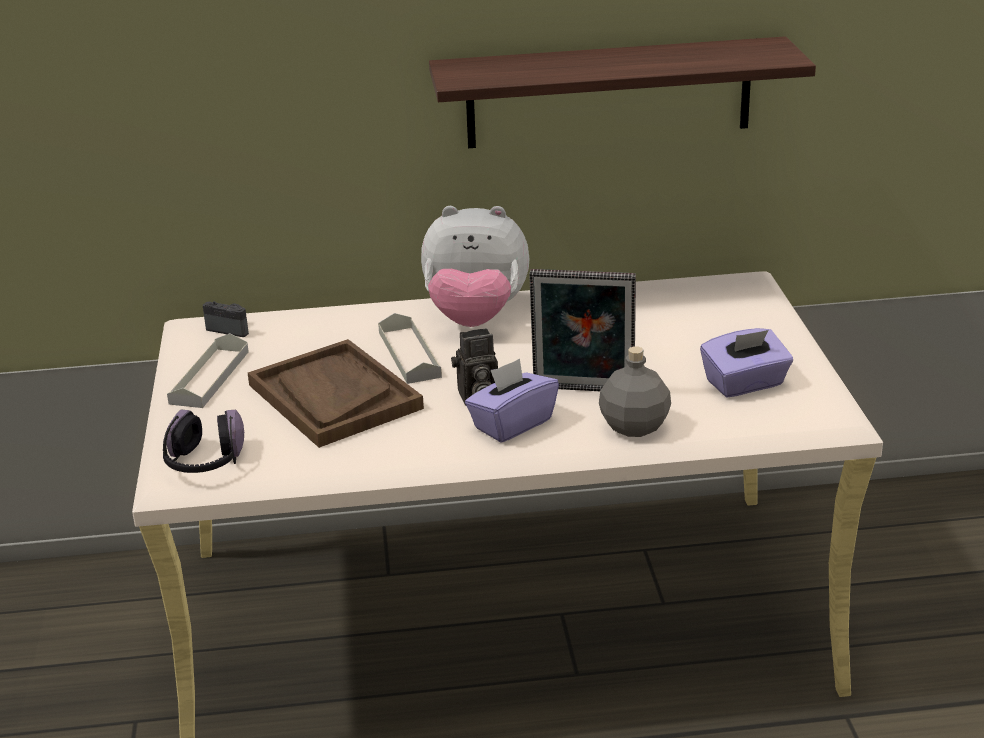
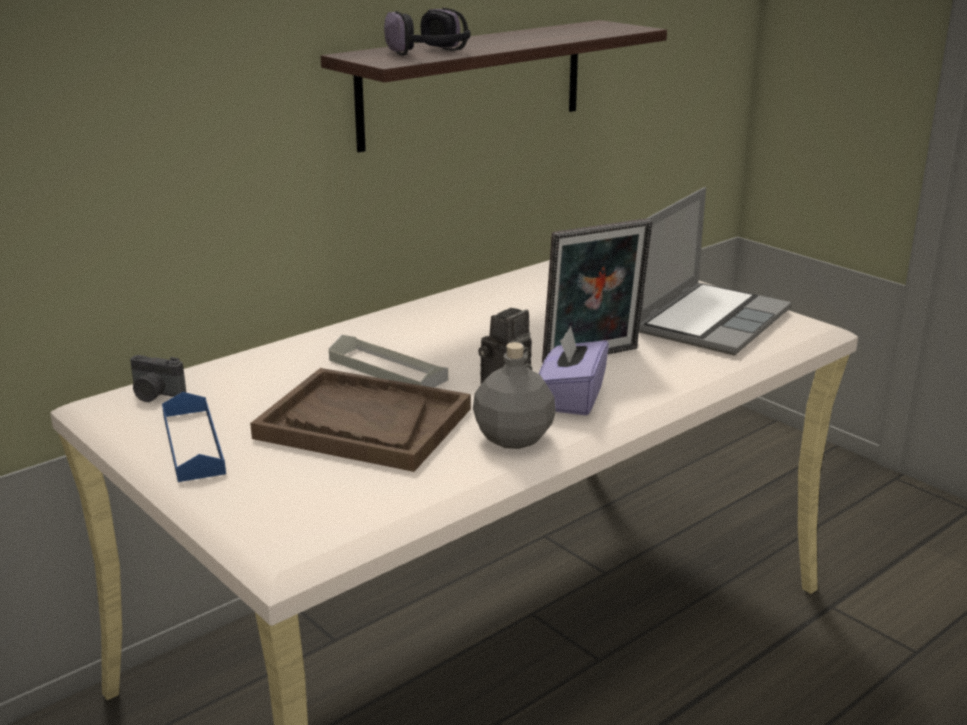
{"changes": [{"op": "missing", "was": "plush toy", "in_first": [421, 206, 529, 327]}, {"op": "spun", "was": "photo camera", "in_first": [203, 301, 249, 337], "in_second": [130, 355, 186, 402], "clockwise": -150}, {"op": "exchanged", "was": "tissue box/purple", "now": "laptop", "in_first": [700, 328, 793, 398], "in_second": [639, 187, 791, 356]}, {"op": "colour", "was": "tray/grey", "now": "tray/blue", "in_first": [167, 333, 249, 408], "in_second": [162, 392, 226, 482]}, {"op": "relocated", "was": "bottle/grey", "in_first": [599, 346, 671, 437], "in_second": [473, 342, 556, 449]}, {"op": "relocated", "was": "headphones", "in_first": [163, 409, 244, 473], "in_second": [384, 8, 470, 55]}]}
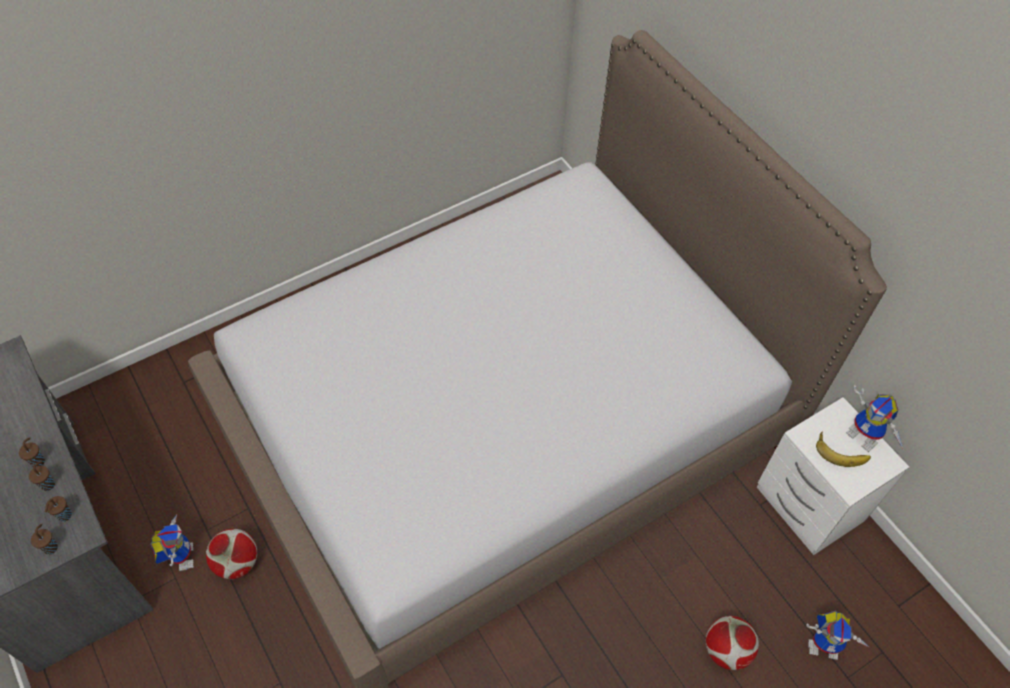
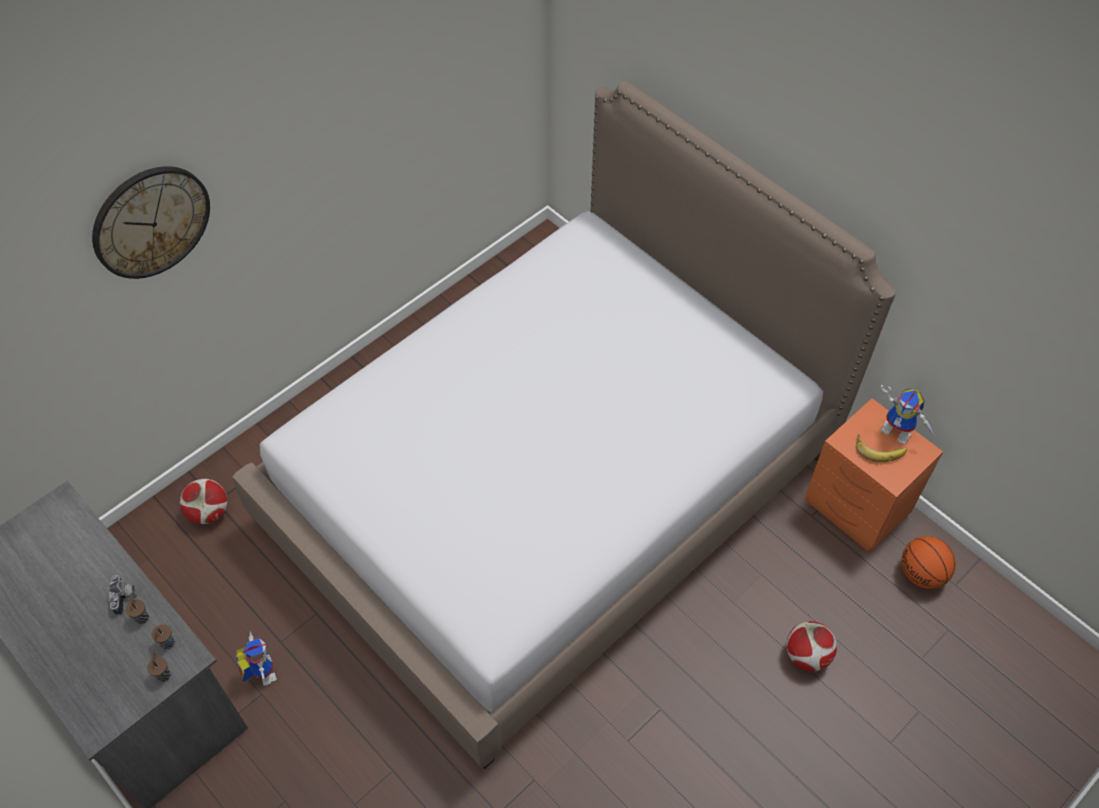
{"changes": [{"op": "colour", "was": "nightstand/white", "now": "nightstand/orange", "in_first": [757, 397, 909, 555], "in_second": [805, 398, 943, 553]}, {"op": "exchanged", "was": "cup/brown", "now": "photo camera", "in_first": [19, 437, 45, 467], "in_second": [108, 575, 135, 616]}, {"op": "relocated", "was": "football", "in_first": [206, 529, 257, 579], "in_second": [180, 479, 227, 524]}, {"op": "missing", "was": "toy robot", "in_first": [806, 611, 870, 660]}, {"op": "appeared", "now": "wall clock", "in_second": [92, 166, 210, 279]}, {"op": "appeared", "now": "basketball", "in_second": [901, 536, 956, 589]}]}
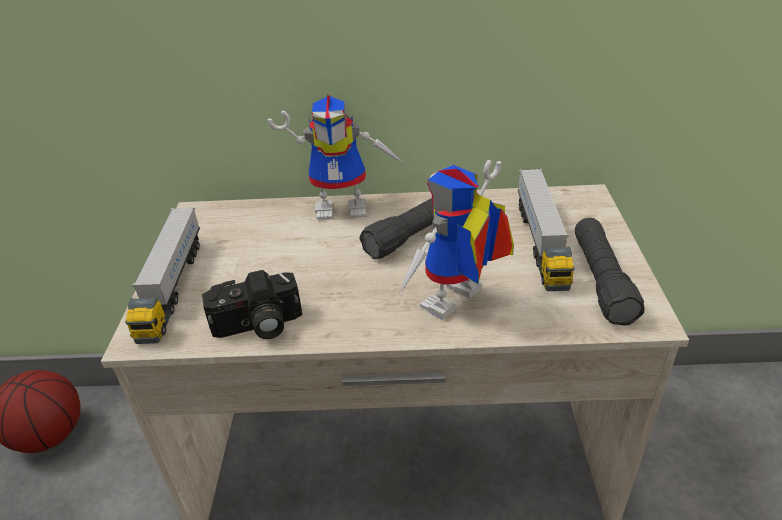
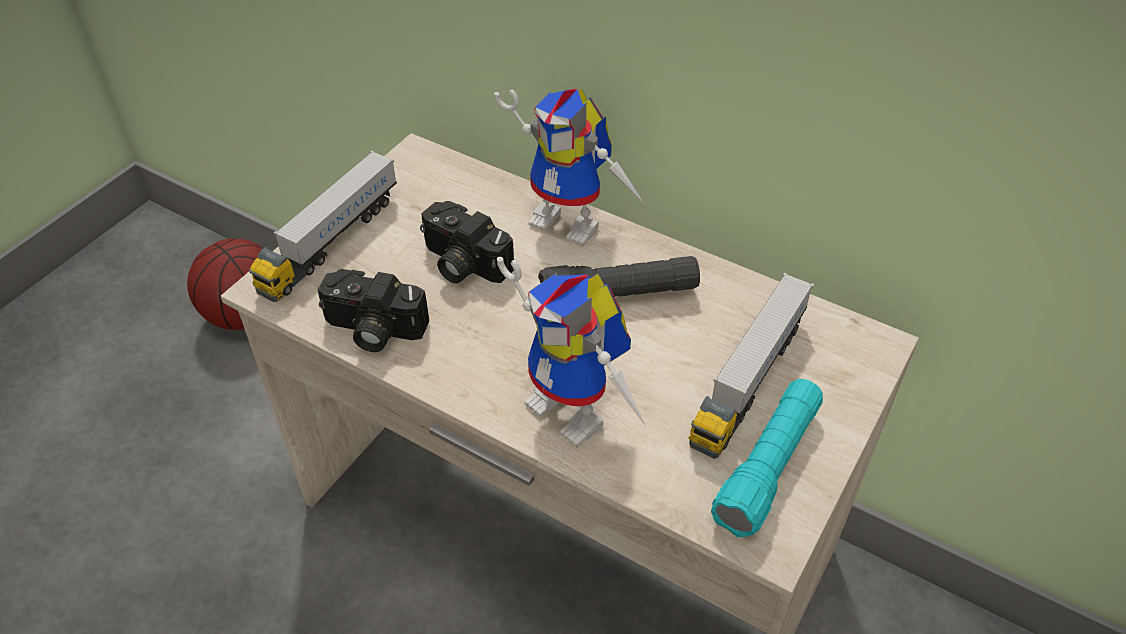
{"changes": [{"op": "spun", "was": "toy robot", "in_first": [398, 160, 514, 320], "in_second": [497, 257, 646, 447], "clockwise": -120}, {"op": "colour", "was": "flashlight/black", "now": "flashlight/turquoise", "in_first": [575, 218, 644, 325], "in_second": [711, 379, 823, 537]}, {"op": "appeared", "now": "photo camera", "in_second": [420, 201, 514, 283]}]}
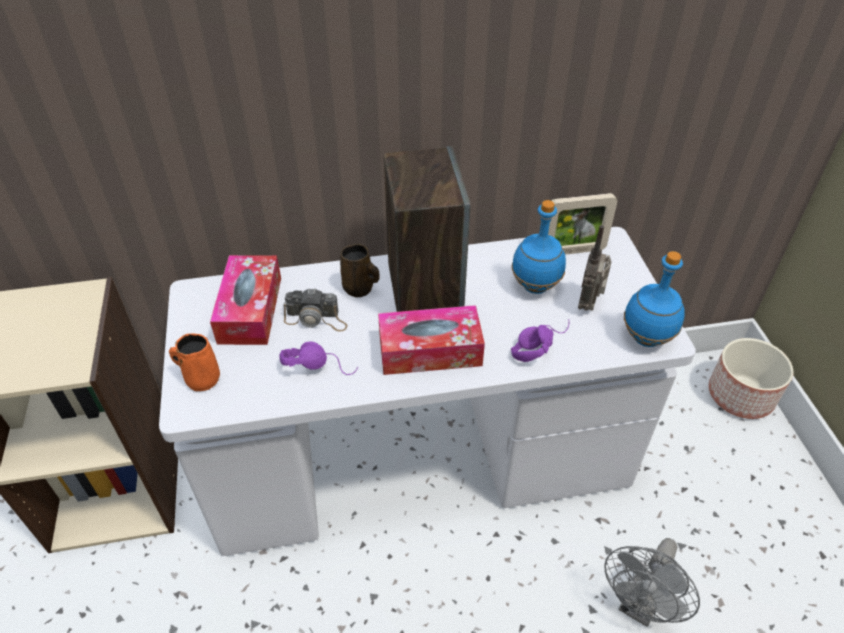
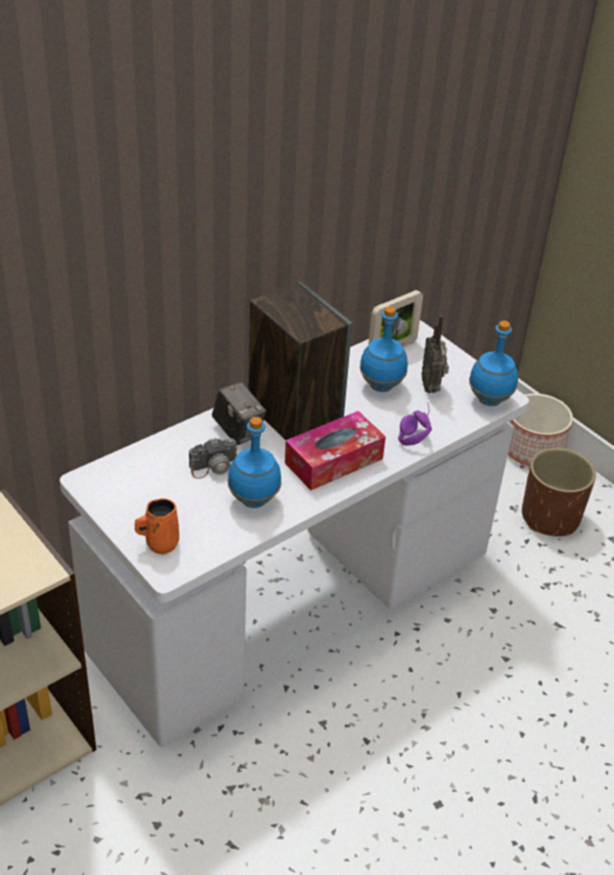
{"changes": [{"op": "exchanged", "was": "mug/brown", "now": "photo camera", "in_first": [340, 244, 380, 297], "in_second": [212, 381, 266, 445]}, {"op": "missing", "was": "tissue box", "in_first": [210, 255, 281, 345]}, {"op": "exchanged", "was": "headphones/purple", "now": "bottle/blue", "in_first": [279, 341, 358, 375], "in_second": [228, 417, 281, 508]}, {"op": "missing", "was": "fan/grey", "in_first": [604, 538, 700, 627]}, {"op": "appeared", "now": "planter/brown", "in_second": [522, 448, 596, 536]}]}
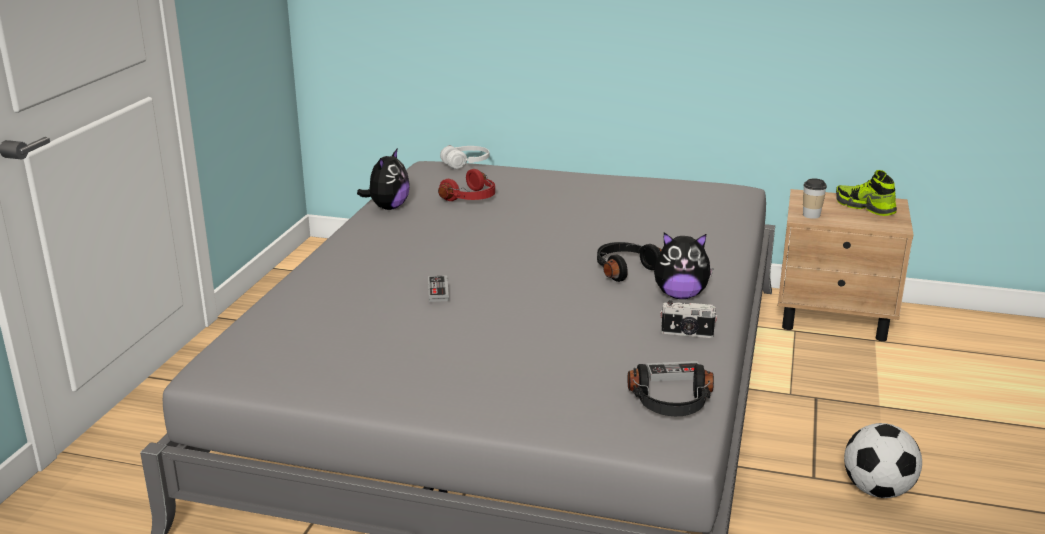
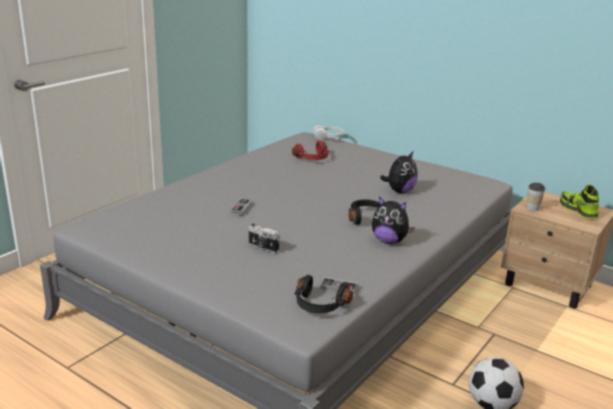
{"changes": [{"op": "relocated", "was": "plush toy", "in_first": [357, 149, 410, 210], "in_second": [380, 152, 418, 193]}, {"op": "relocated", "was": "photo camera", "in_first": [660, 300, 718, 338], "in_second": [249, 224, 280, 253]}]}
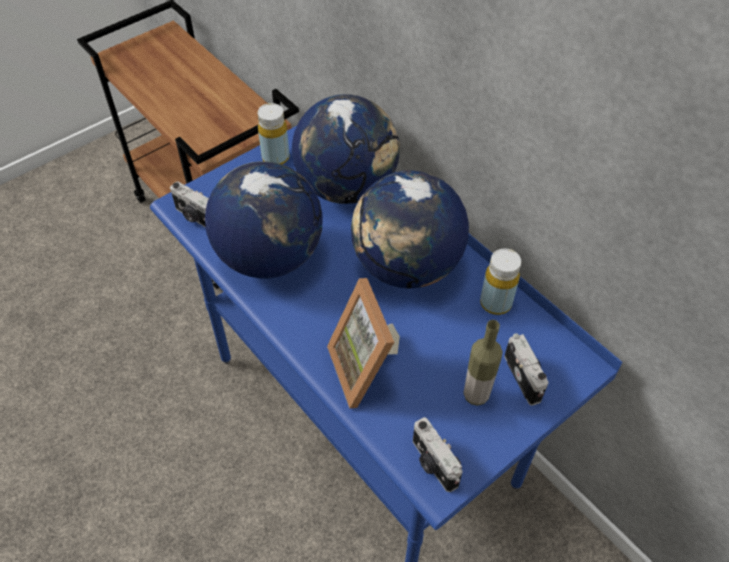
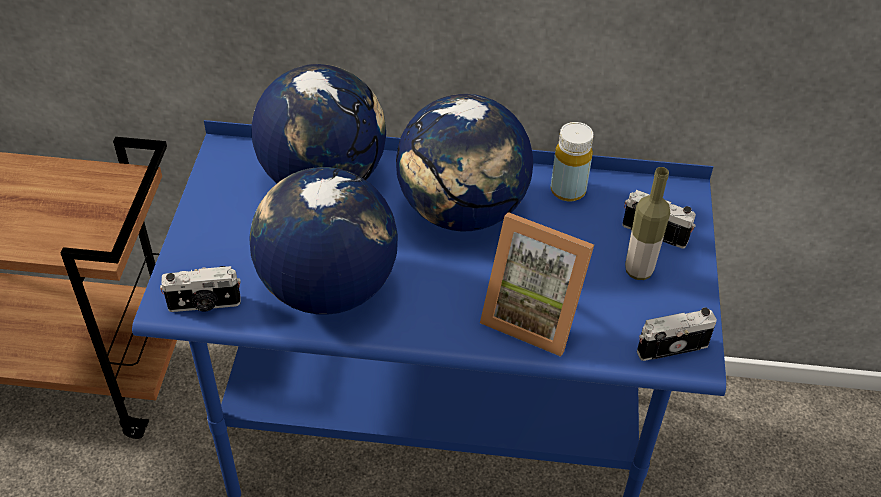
{"changes": [{"op": "missing", "was": "bottle/yellow", "in_first": [258, 103, 290, 165]}, {"op": "spun", "was": "photo camera", "in_first": [413, 417, 463, 492], "in_second": [637, 307, 717, 361], "clockwise": 150}]}
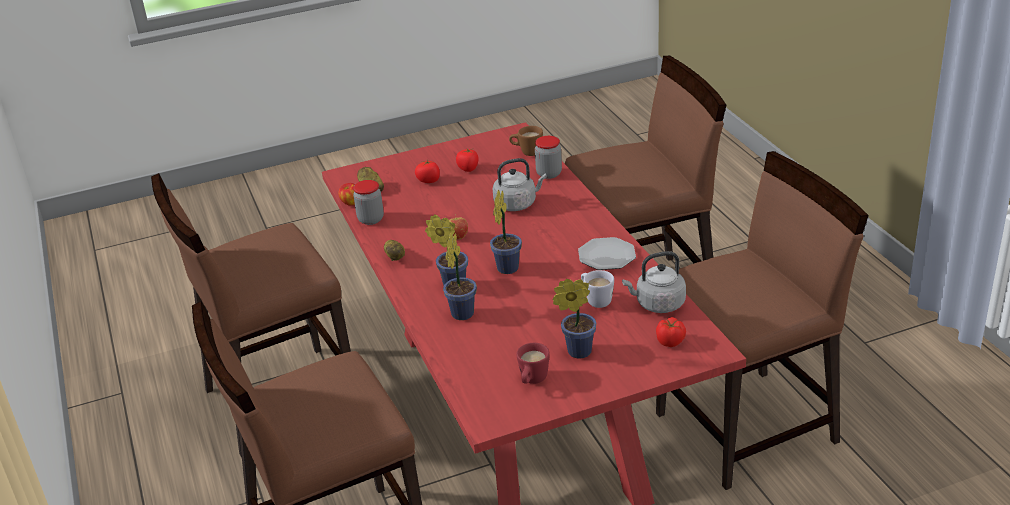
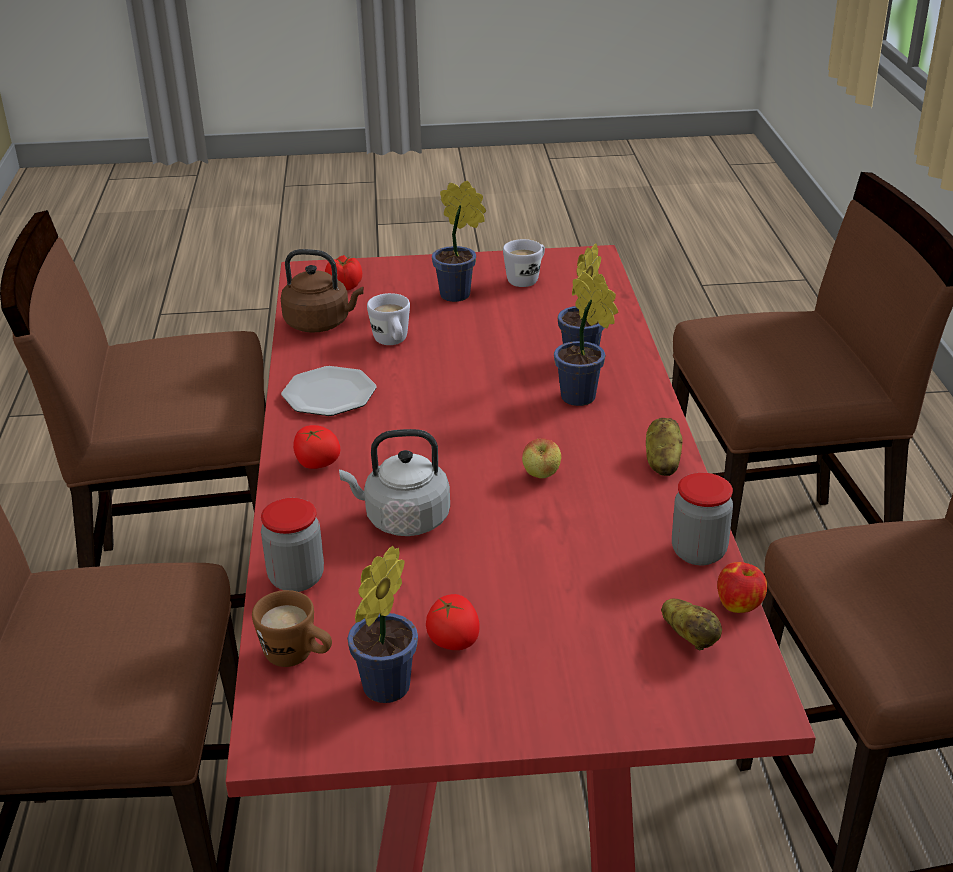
{"changes": [{"op": "relocated", "was": "tomato", "in_first": [415, 159, 440, 183], "in_second": [293, 425, 340, 469]}, {"op": "relocated", "was": "potted plant", "in_first": [490, 190, 522, 274], "in_second": [347, 546, 418, 703]}, {"op": "colour", "was": "kettle/grey", "now": "kettle/brown", "in_first": [622, 251, 686, 313], "in_second": [281, 249, 363, 333]}, {"op": "colour", "was": "mug/red", "now": "mug/white", "in_first": [516, 343, 550, 384], "in_second": [503, 239, 545, 287]}]}
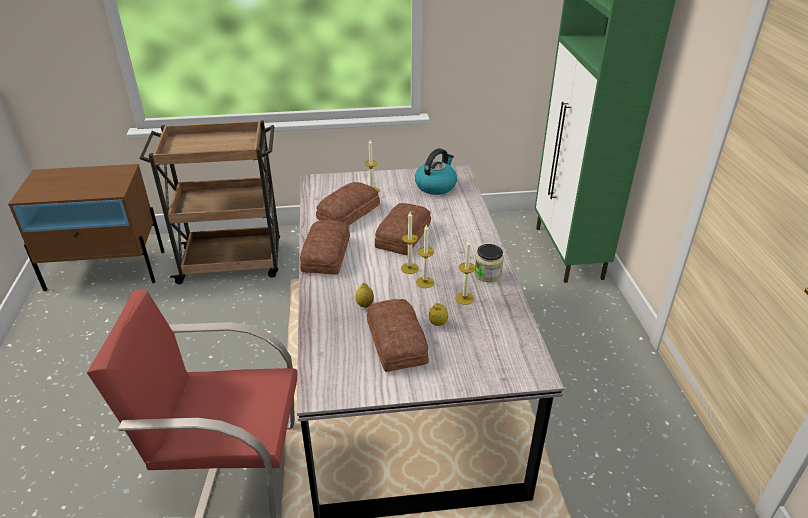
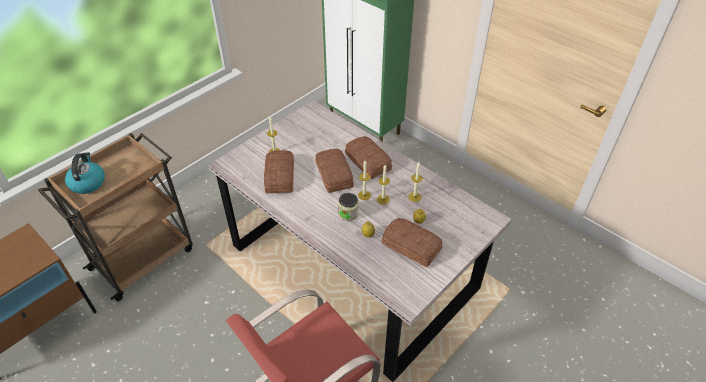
{"changes": [{"op": "relocated", "was": "kettle", "in_first": [415, 148, 457, 195], "in_second": [65, 152, 105, 194]}, {"op": "relocated", "was": "bread", "in_first": [300, 220, 350, 275], "in_second": [345, 136, 392, 179]}, {"op": "relocated", "was": "jar", "in_first": [474, 244, 504, 282], "in_second": [338, 193, 359, 221]}]}
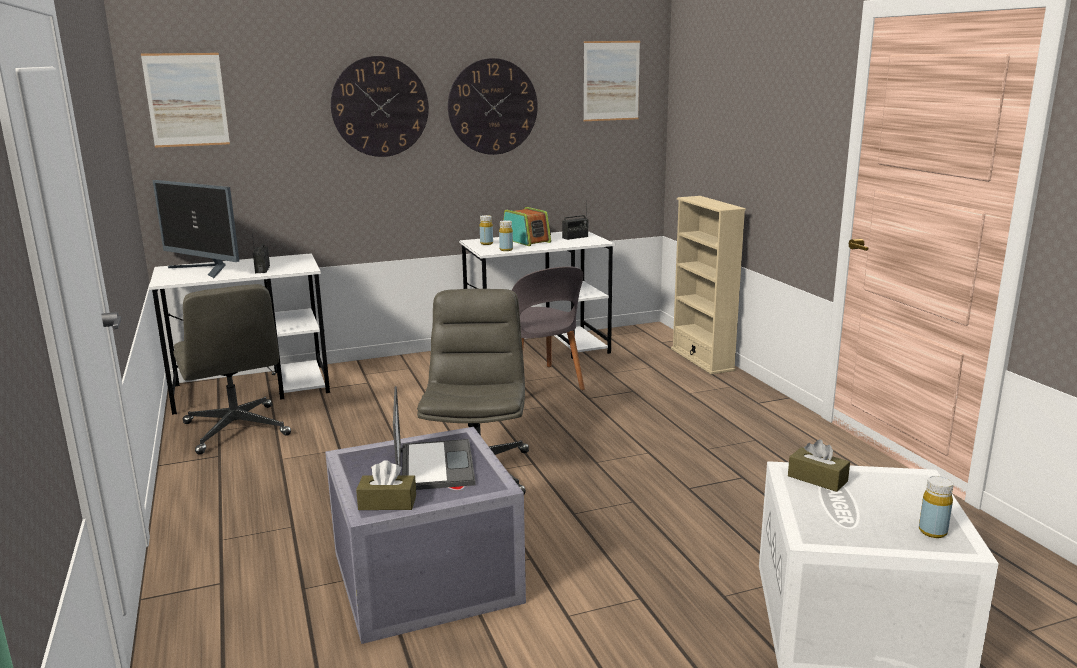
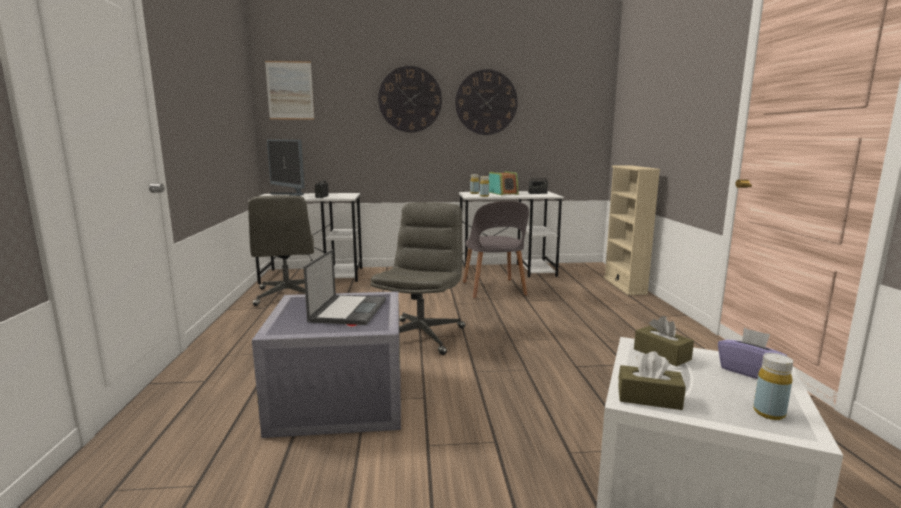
{"changes": [{"op": "missing", "was": "picture", "in_first": [583, 41, 640, 121]}, {"op": "relocated", "was": "tissue box/brown", "in_first": [356, 460, 416, 510], "in_second": [618, 351, 686, 410]}, {"op": "appeared", "now": "tissue box/purple", "in_second": [718, 328, 787, 379]}]}
